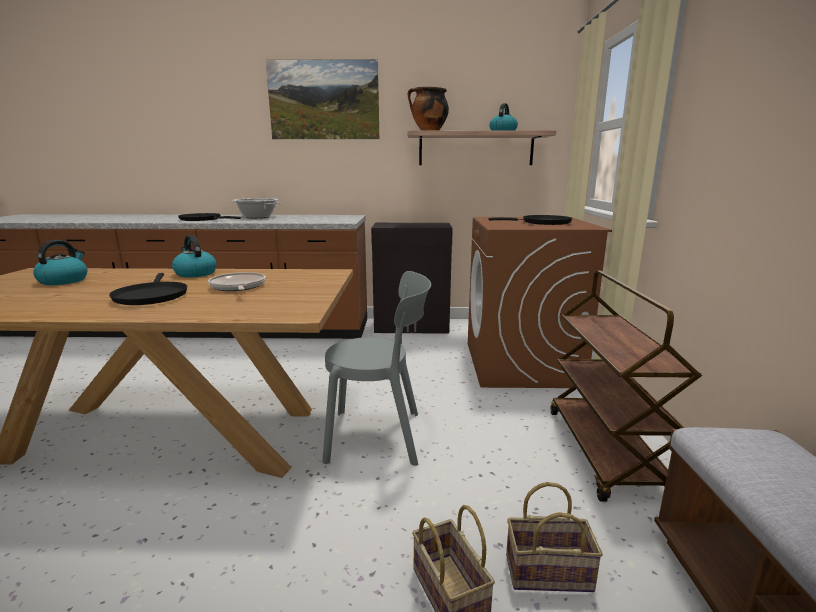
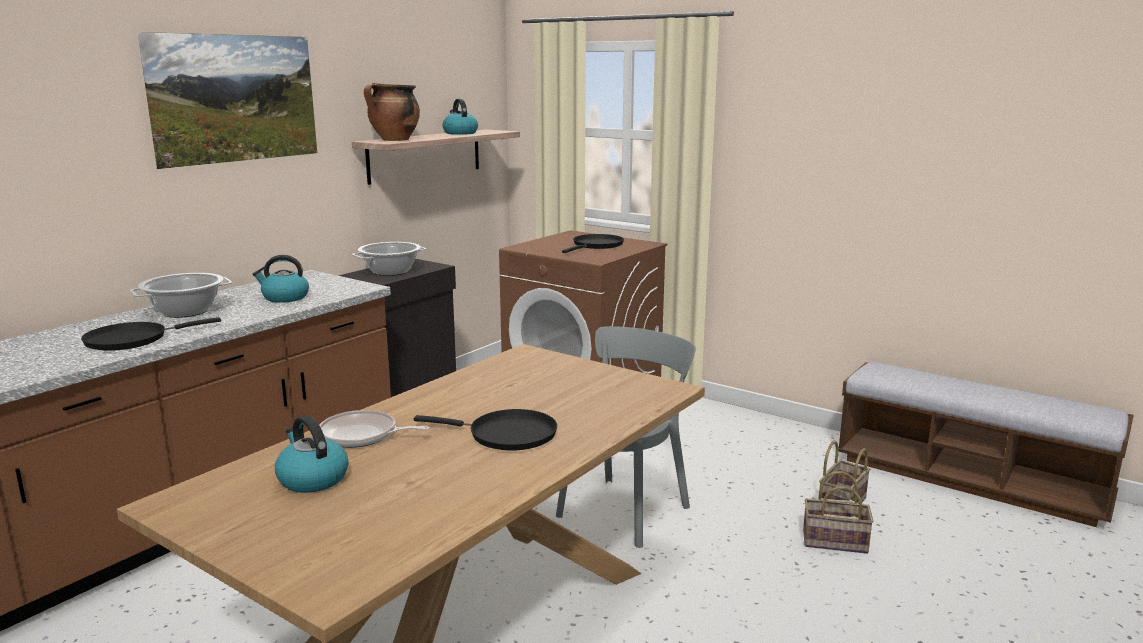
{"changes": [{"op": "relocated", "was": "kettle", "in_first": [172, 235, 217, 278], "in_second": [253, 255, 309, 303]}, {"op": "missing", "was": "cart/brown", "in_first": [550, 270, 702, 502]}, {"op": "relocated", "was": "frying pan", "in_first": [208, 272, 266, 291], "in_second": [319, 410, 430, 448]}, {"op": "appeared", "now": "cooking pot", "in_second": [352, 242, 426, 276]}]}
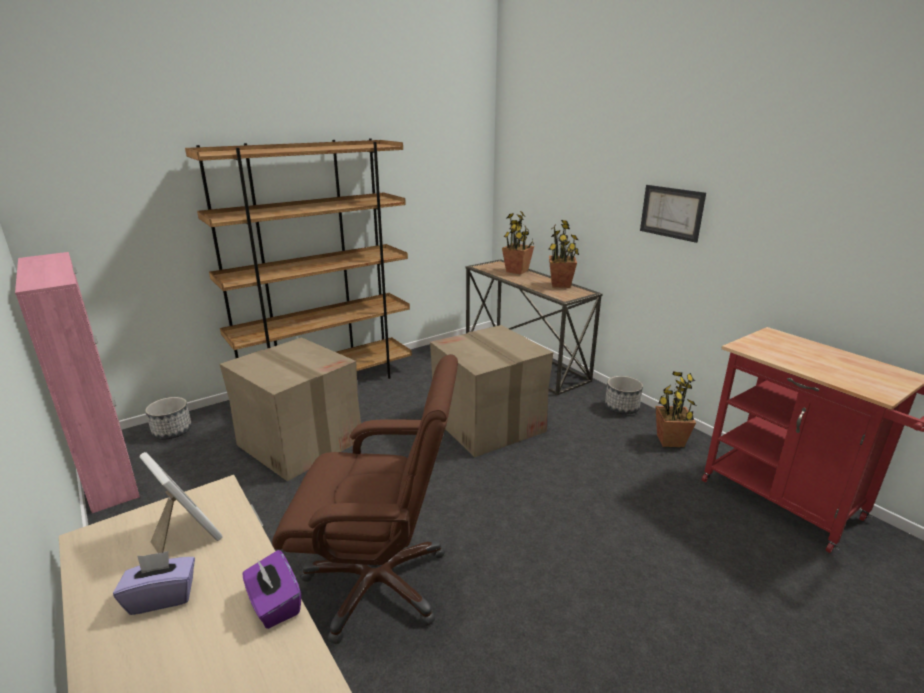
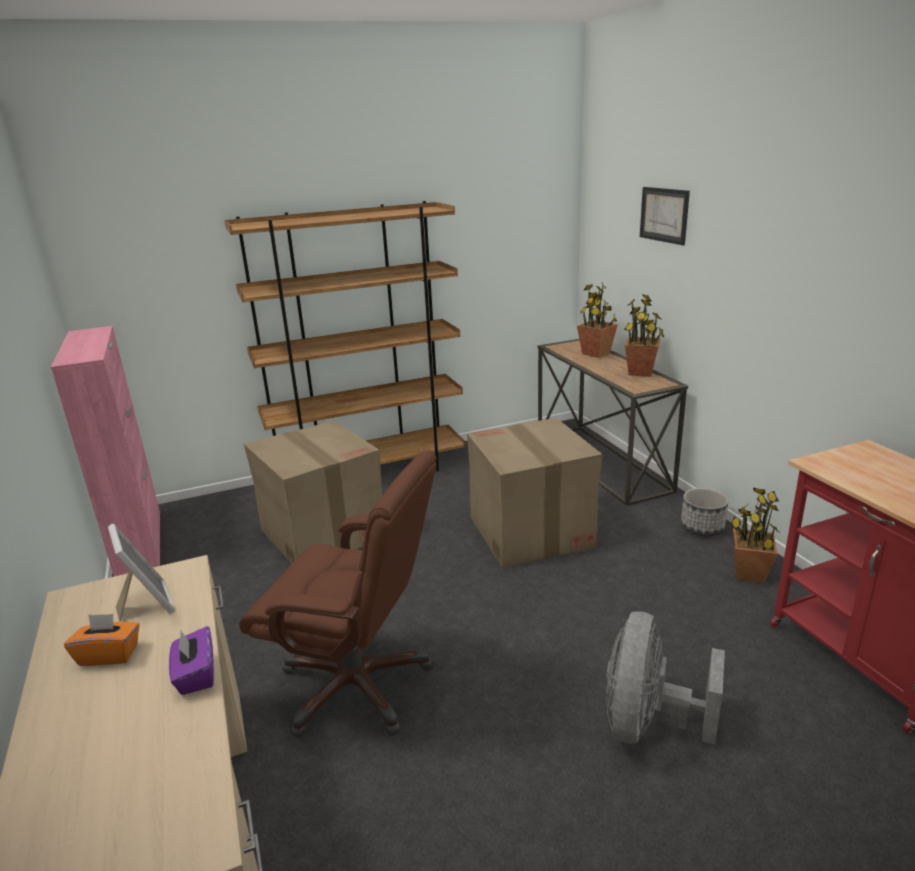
{"changes": [{"op": "relocated", "was": "picture", "in_first": [640, 185, 706, 243], "in_second": [640, 187, 690, 245]}, {"op": "missing", "was": "planter", "in_first": [145, 397, 192, 439]}, {"op": "colour", "was": "tissue box/purple", "now": "tissue box/orange", "in_first": [113, 551, 195, 615], "in_second": [64, 614, 140, 666]}, {"op": "appeared", "now": "fan/grey", "in_second": [606, 612, 725, 745]}]}
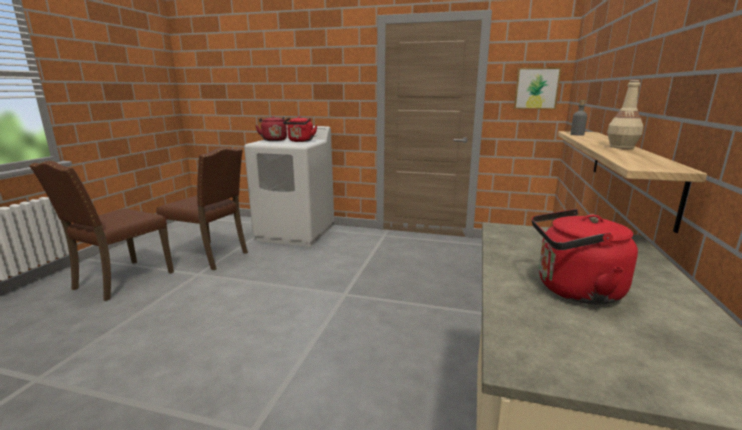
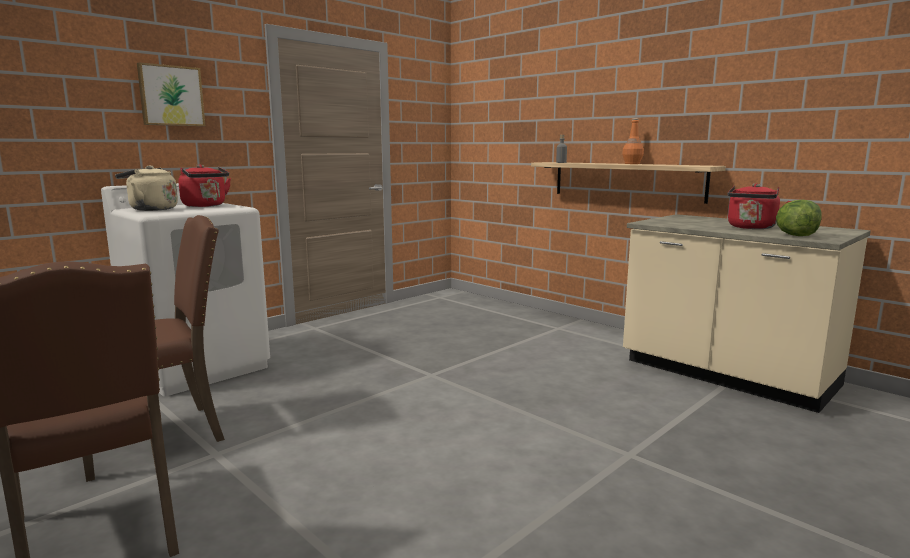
{"changes": [{"op": "relocated", "was": "picture", "in_first": [514, 67, 562, 109], "in_second": [137, 62, 205, 126]}, {"op": "colour", "was": "bottle/beige", "now": "bottle/orange", "in_first": [607, 80, 644, 149], "in_second": [622, 118, 644, 164]}, {"op": "colour", "was": "kettle/red", "now": "kettle/beige", "in_first": [255, 116, 287, 141], "in_second": [115, 165, 178, 211]}, {"op": "appeared", "now": "lettuce", "in_second": [776, 200, 821, 236]}]}
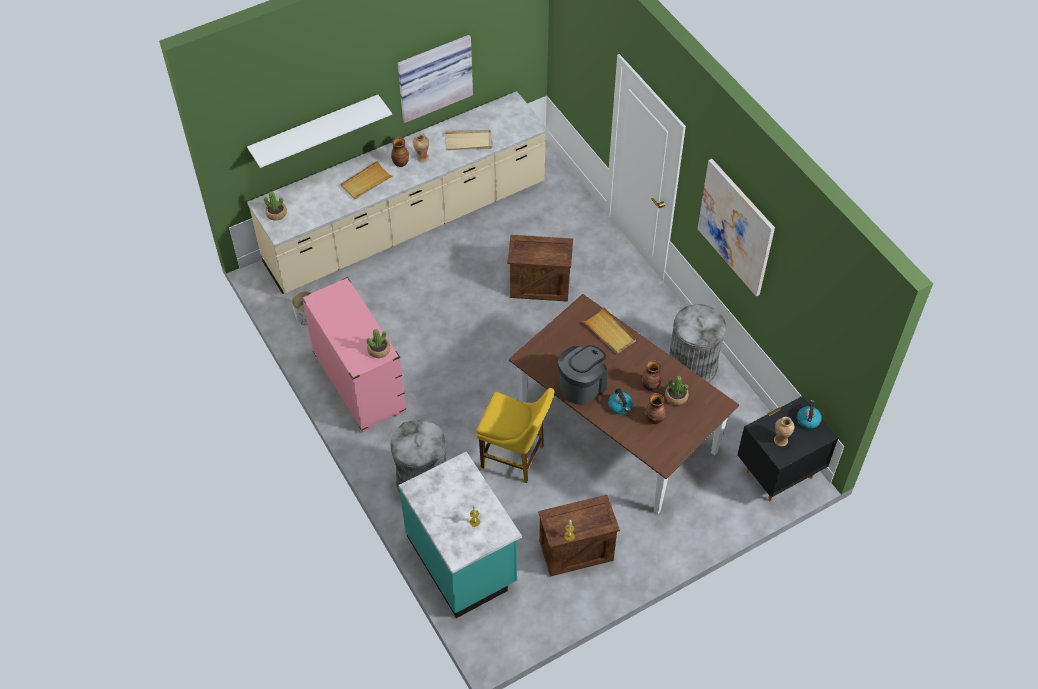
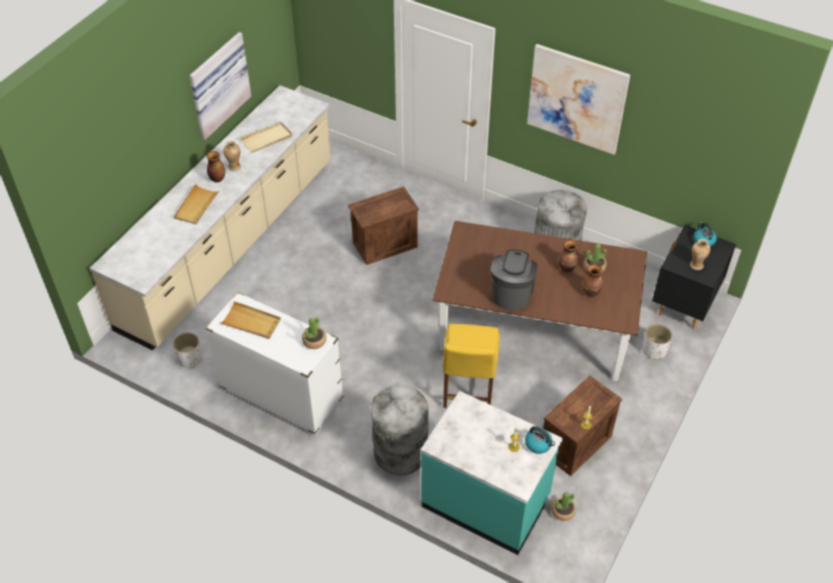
{"changes": [{"op": "missing", "was": "shelf/white", "in_first": [247, 95, 392, 168]}, {"op": "relocated", "was": "potted plant", "in_first": [264, 191, 287, 221], "in_second": [551, 492, 576, 521]}, {"op": "colour", "was": "dresser/pink", "now": "dresser/white", "in_first": [302, 277, 406, 432], "in_second": [205, 292, 343, 435]}, {"op": "relocated", "was": "tray/beige", "in_first": [583, 307, 636, 354], "in_second": [221, 301, 281, 339]}, {"op": "spun", "was": "chair/yellow", "in_first": [476, 388, 555, 483], "in_second": [443, 324, 500, 408], "clockwise": 105}, {"op": "relocated", "was": "kettle", "in_first": [608, 389, 633, 414], "in_second": [525, 426, 555, 454]}, {"op": "appeared", "now": "planter/white", "in_second": [643, 324, 672, 360]}]}
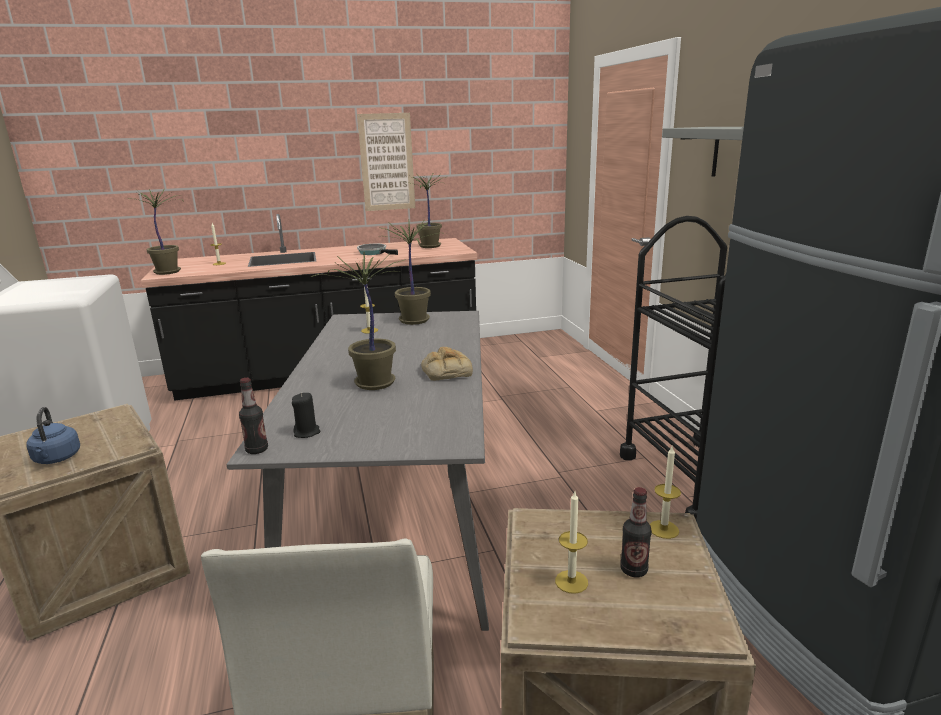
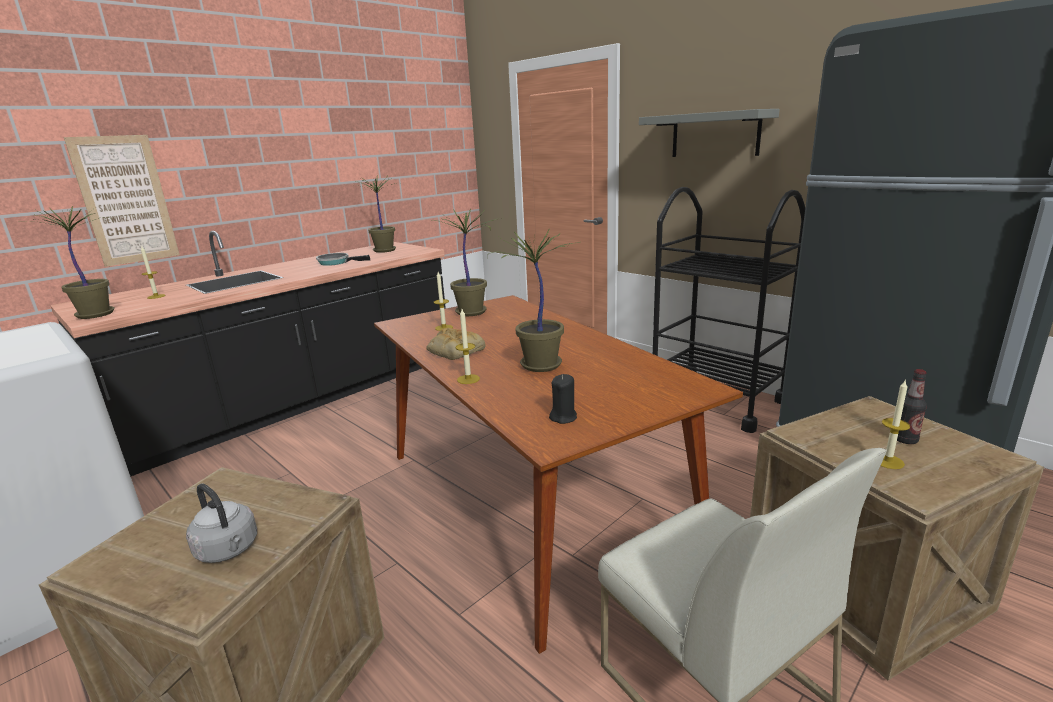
{"changes": [{"op": "relocated", "was": "picture", "in_first": [357, 113, 415, 211], "in_second": [64, 135, 180, 267]}, {"op": "colour", "was": "dining table/grey", "now": "dining table/brown", "in_first": [227, 311, 489, 631], "in_second": [374, 295, 743, 654]}, {"op": "relocated", "was": "bread", "in_first": [421, 347, 473, 380], "in_second": [426, 328, 485, 360]}, {"op": "missing", "was": "bottle", "in_first": [239, 378, 268, 454]}, {"op": "colour", "was": "kettle/blue", "now": "kettle/grey", "in_first": [26, 407, 80, 464], "in_second": [186, 483, 257, 563]}, {"op": "relocated", "was": "candle", "in_first": [650, 445, 681, 539], "in_second": [455, 309, 480, 384]}]}
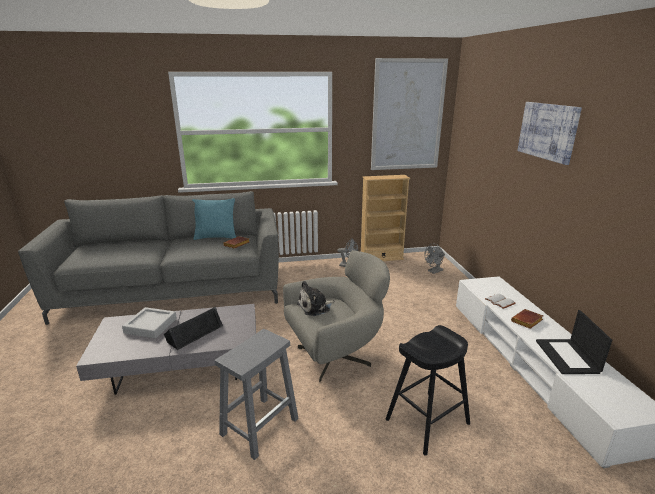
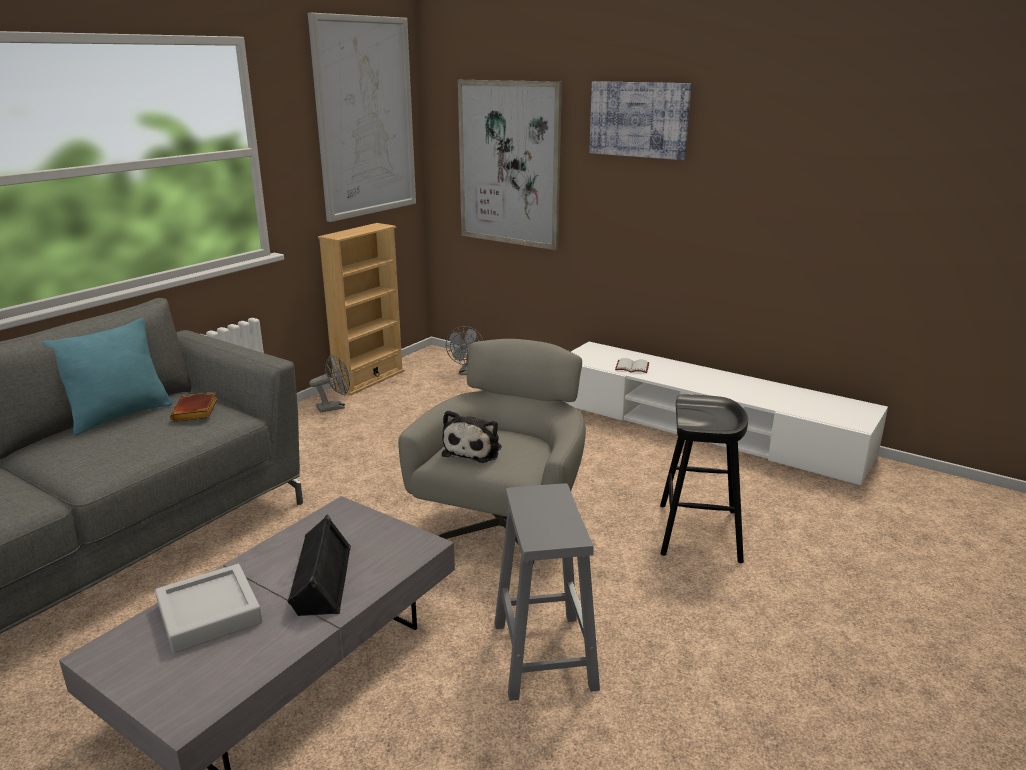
{"changes": [{"op": "missing", "was": "book/brown", "in_first": [511, 309, 543, 329]}, {"op": "missing", "was": "laptop", "in_first": [536, 310, 612, 374]}, {"op": "appeared", "now": "picture", "in_second": [458, 80, 562, 250]}]}
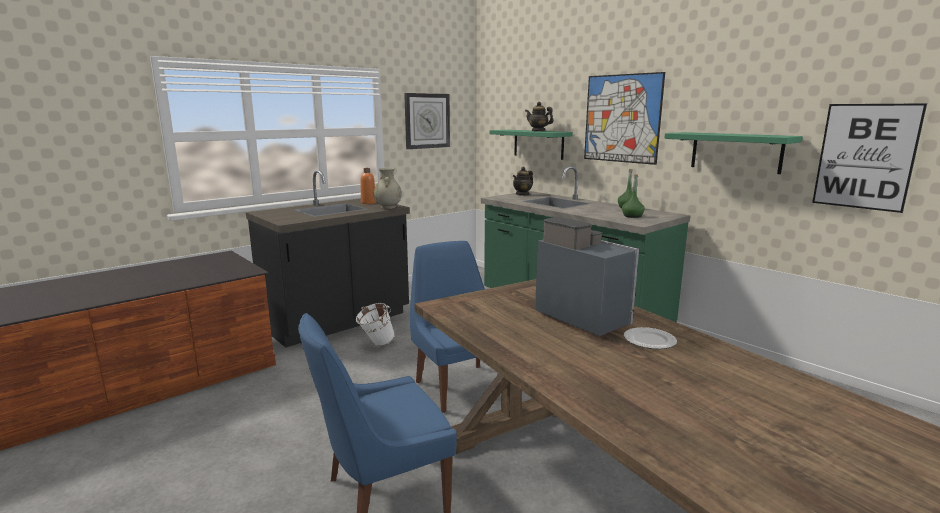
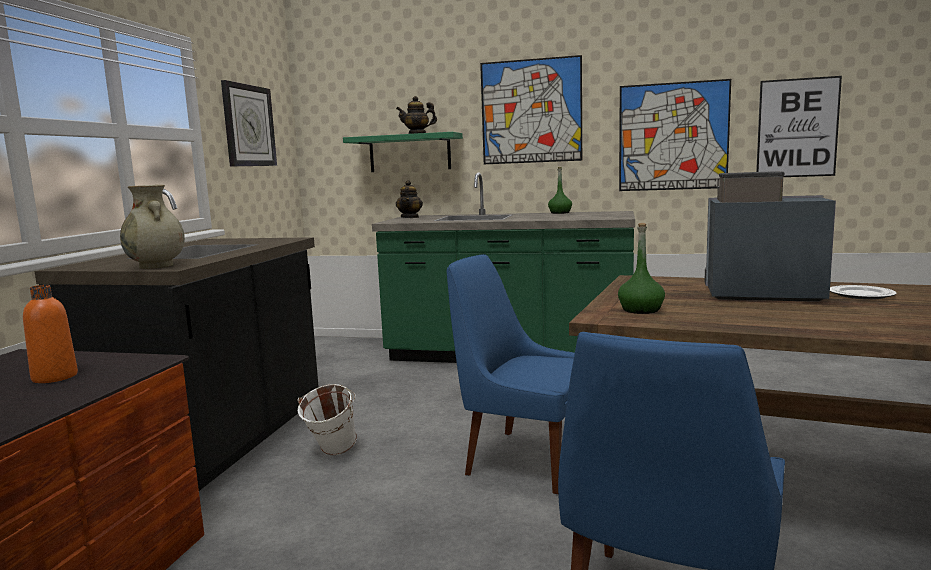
{"changes": [{"op": "exchanged", "was": "shelf/green", "now": "picture", "in_first": [664, 132, 803, 174], "in_second": [619, 79, 731, 191]}, {"op": "relocated", "was": "bottle/orange", "in_first": [360, 168, 376, 204], "in_second": [23, 285, 78, 383]}, {"op": "relocated", "was": "vase/beige", "in_first": [374, 168, 402, 209], "in_second": [120, 185, 185, 269]}, {"op": "relocated", "was": "bottle/green", "in_first": [622, 174, 645, 218], "in_second": [618, 223, 665, 314]}]}
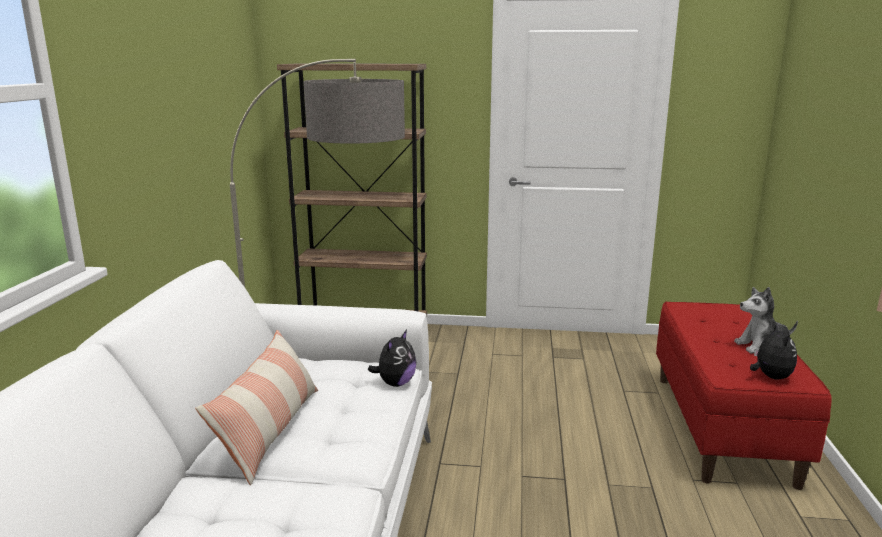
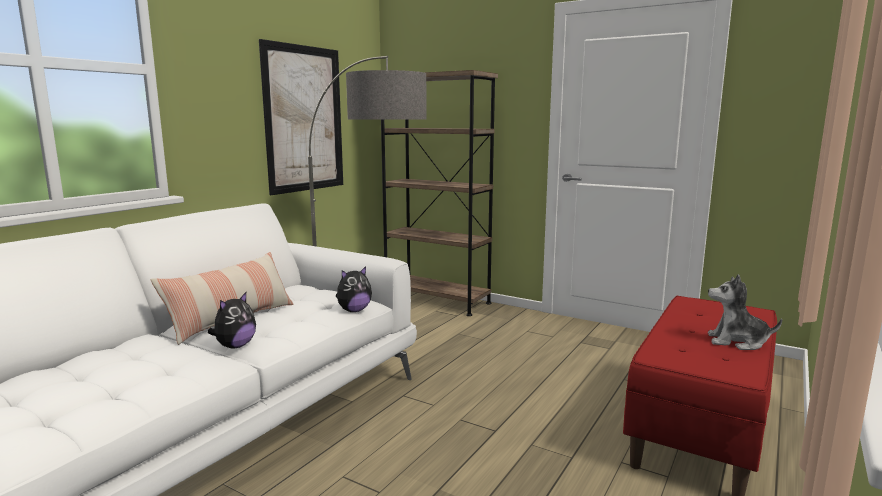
{"changes": [{"op": "relocated", "was": "plush toy", "in_first": [750, 324, 797, 379], "in_second": [208, 292, 256, 349]}, {"op": "appeared", "now": "picture", "in_second": [259, 39, 343, 195]}]}
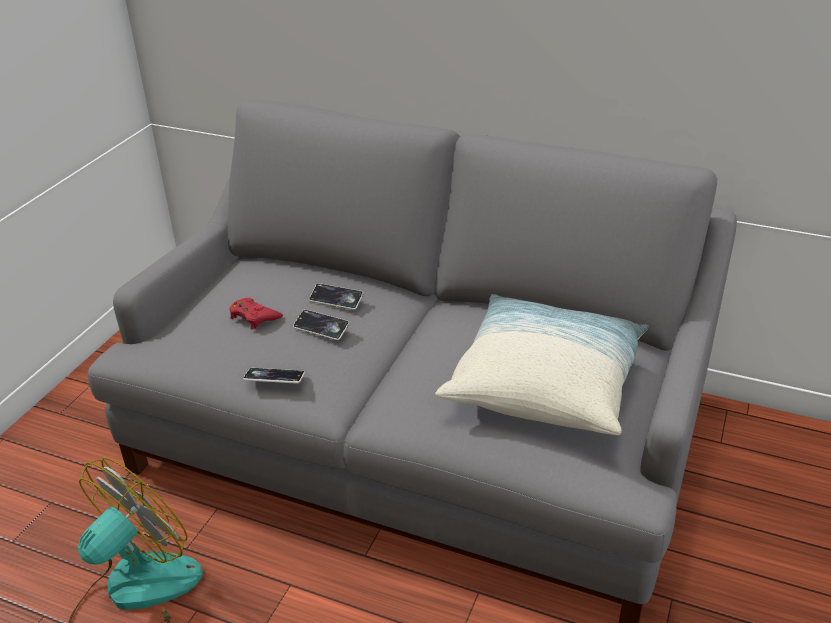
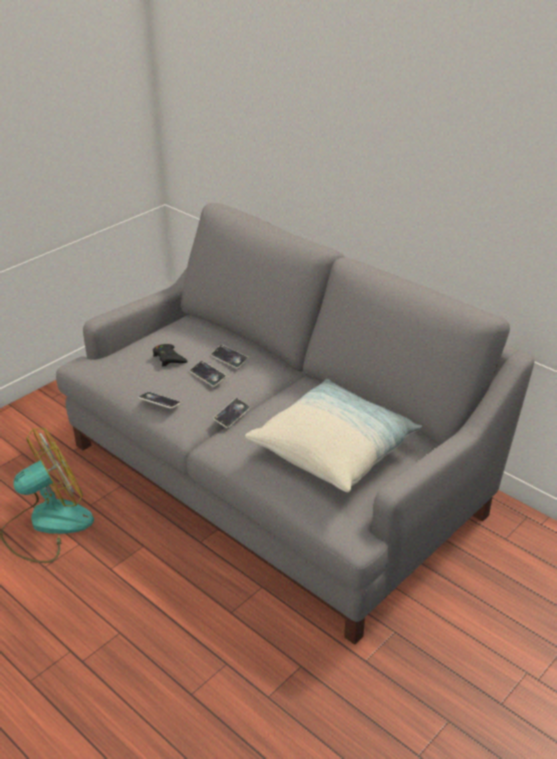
{"changes": [{"op": "colour", "was": "game controller/red", "now": "game controller/black", "in_first": [229, 298, 283, 330], "in_second": [153, 344, 188, 367]}, {"op": "appeared", "now": "phone", "in_second": [213, 398, 250, 428]}]}
